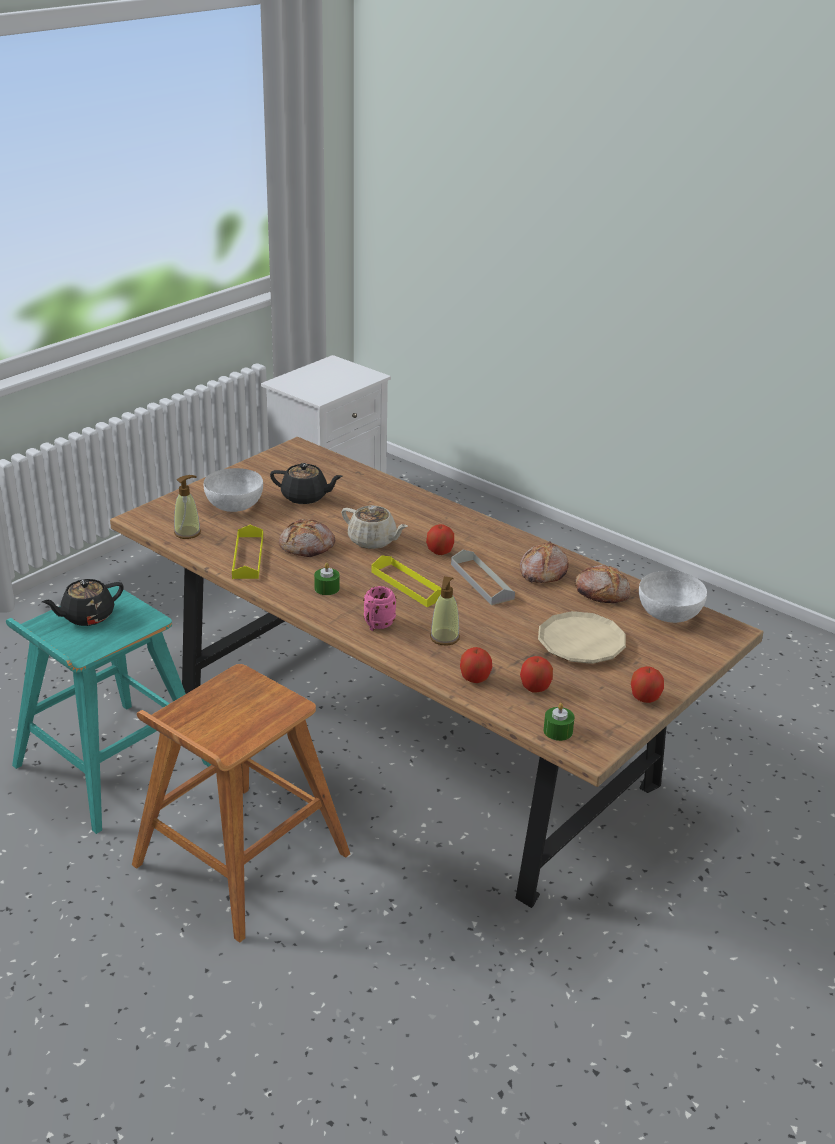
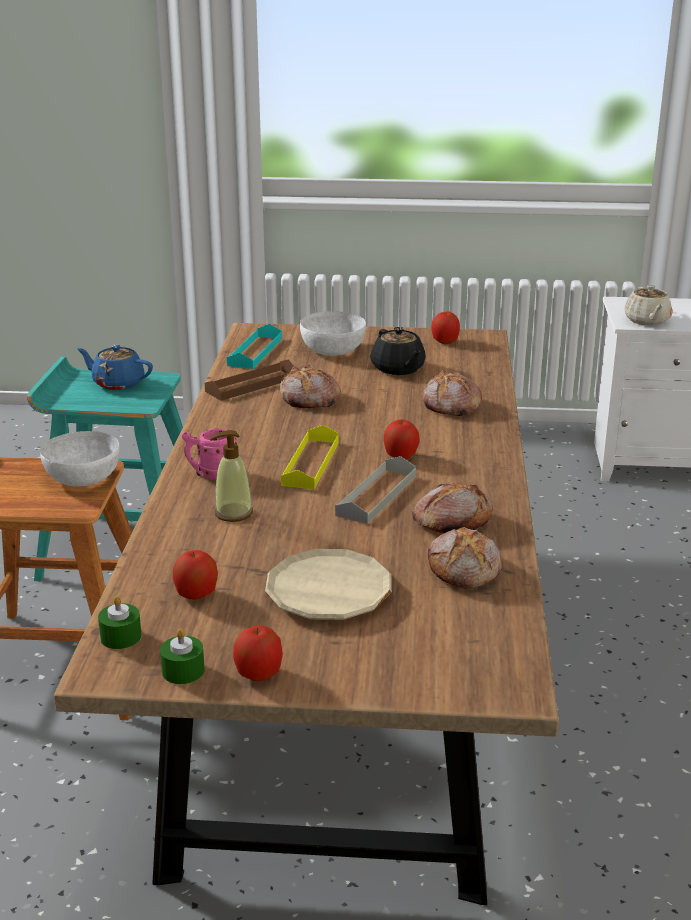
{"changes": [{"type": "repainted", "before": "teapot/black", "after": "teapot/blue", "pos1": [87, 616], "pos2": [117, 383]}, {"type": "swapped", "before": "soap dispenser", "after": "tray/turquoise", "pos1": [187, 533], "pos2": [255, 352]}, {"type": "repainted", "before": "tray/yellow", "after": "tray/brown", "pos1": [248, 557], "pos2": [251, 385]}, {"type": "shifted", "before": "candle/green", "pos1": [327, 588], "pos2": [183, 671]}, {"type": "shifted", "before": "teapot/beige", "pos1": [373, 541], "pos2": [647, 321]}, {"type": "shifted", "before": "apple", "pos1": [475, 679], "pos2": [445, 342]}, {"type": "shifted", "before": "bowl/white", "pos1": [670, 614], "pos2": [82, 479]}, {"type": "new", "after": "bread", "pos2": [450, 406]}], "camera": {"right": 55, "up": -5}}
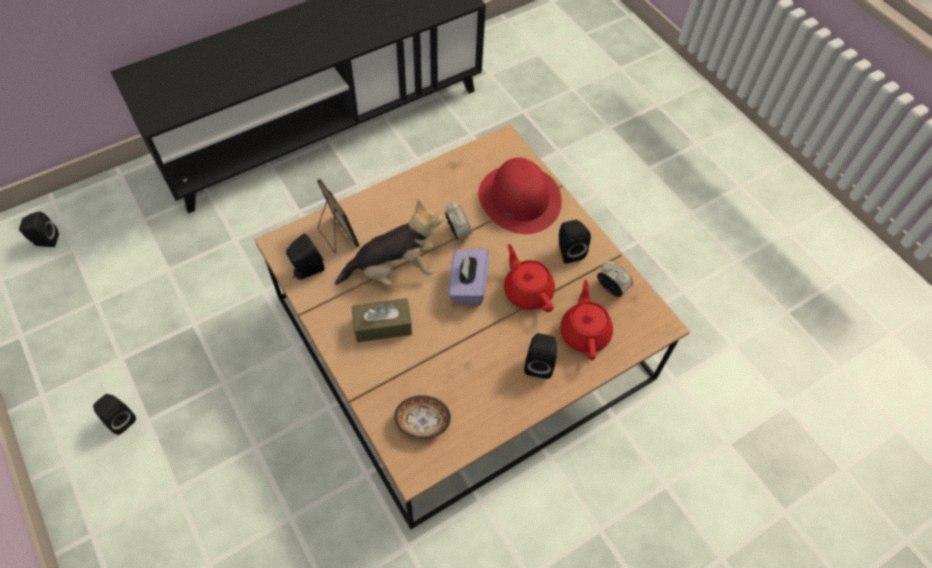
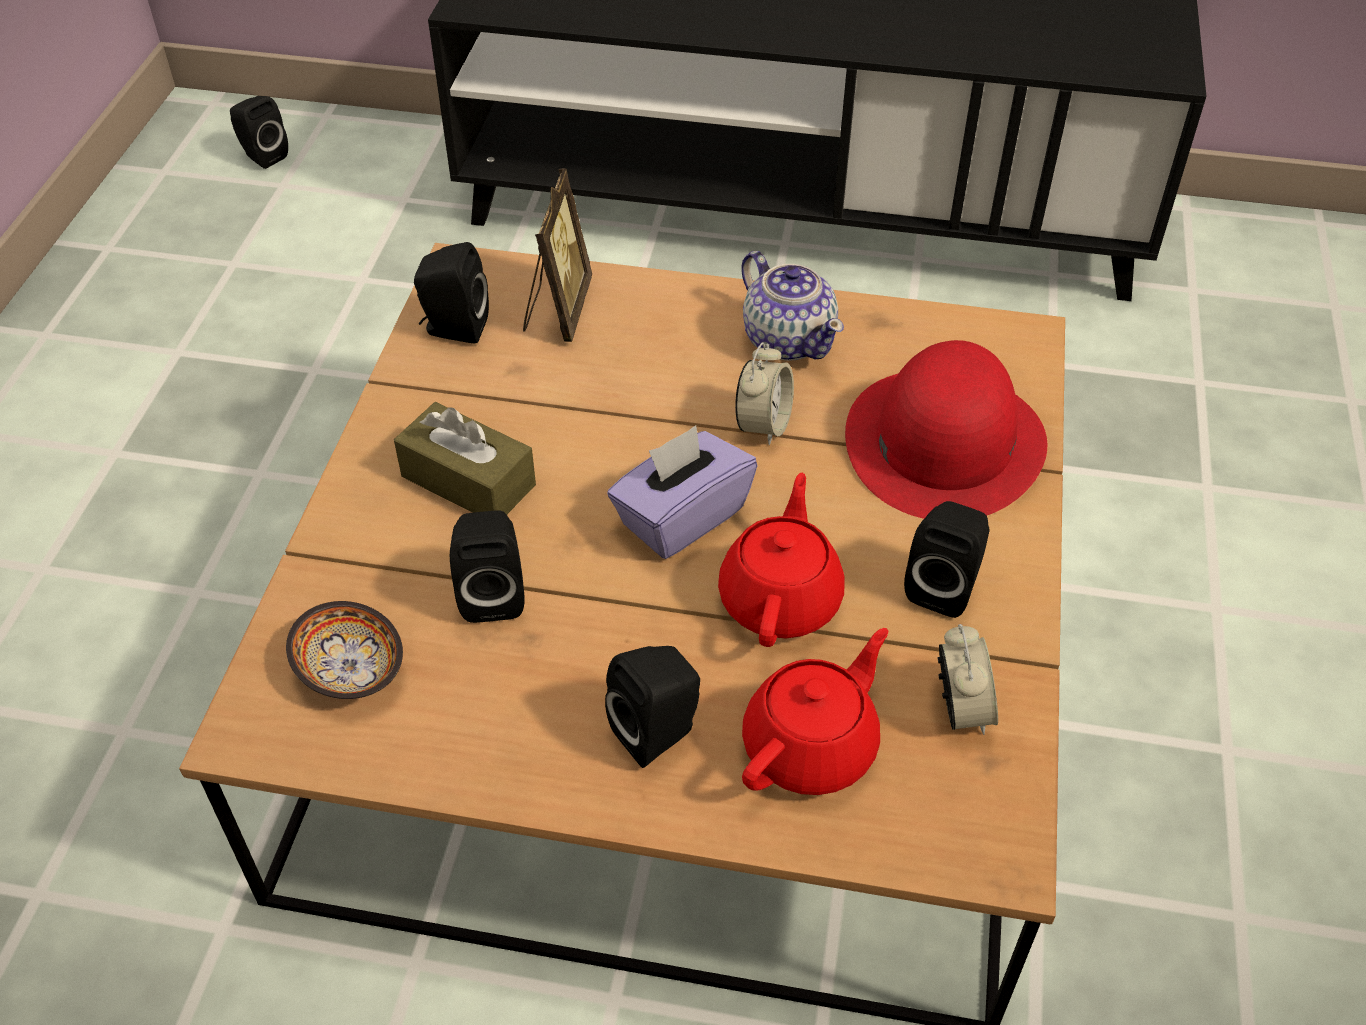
{"changes": [{"type": "shifted", "before": "speaker/black", "pos1": [119, 419], "pos2": [492, 594]}, {"type": "gone", "before": "plush toy", "pos1": [394, 270]}, {"type": "new", "after": "teapot", "pos2": [788, 339]}], "camera": {"right": 45, "up": -10}}
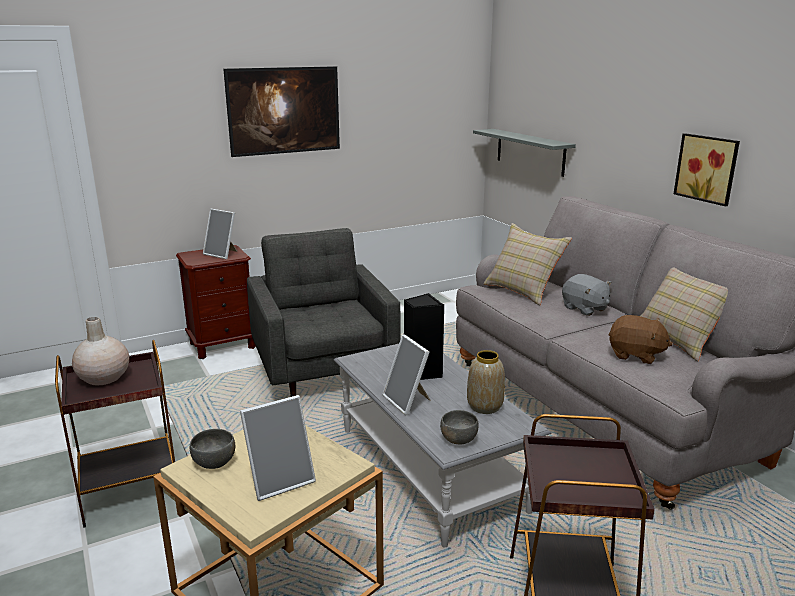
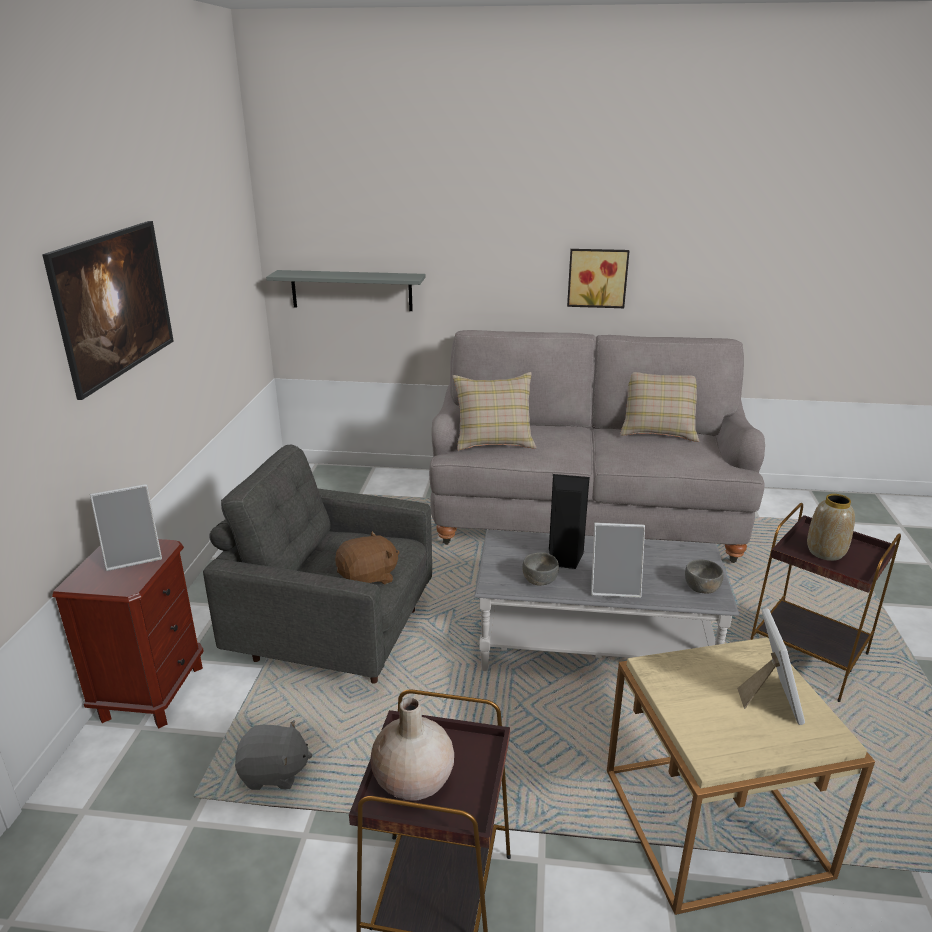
{"changes": [{"type": "shifted", "before": "bowl/grey", "pos1": [215, 462], "pos2": [540, 580]}, {"type": "shifted", "before": "vase", "pos1": [485, 406], "pos2": [825, 552]}, {"type": "shifted", "before": "plush toy/grey", "pos1": [584, 309], "pos2": [274, 773]}, {"type": "shifted", "before": "plush toy/brown", "pos1": [635, 355], "pos2": [368, 578]}], "camera": {"right": -55, "up": 5}}
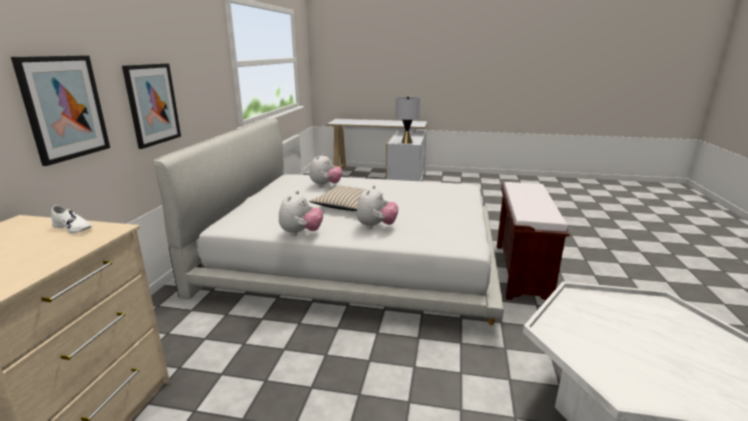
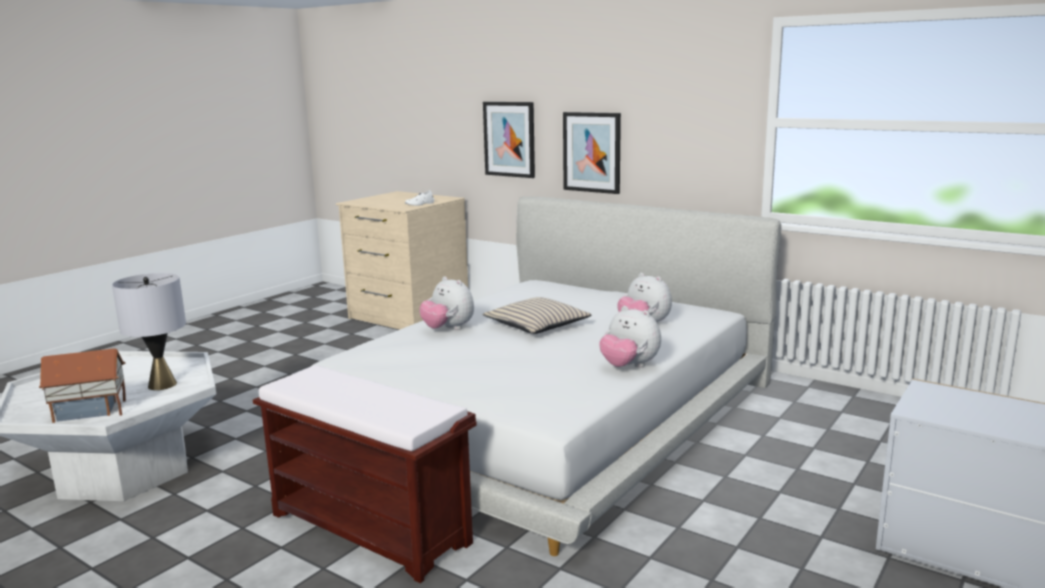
{"changes": [{"type": "shifted", "before": "plush toy", "pos1": [301, 233], "pos2": [629, 366]}, {"type": "shifted", "before": "table lamp/grey", "pos1": [406, 142], "pos2": [162, 384]}, {"type": "new", "after": "toy house", "pos2": [90, 412]}], "camera": {"right": 115, "up": -5}}
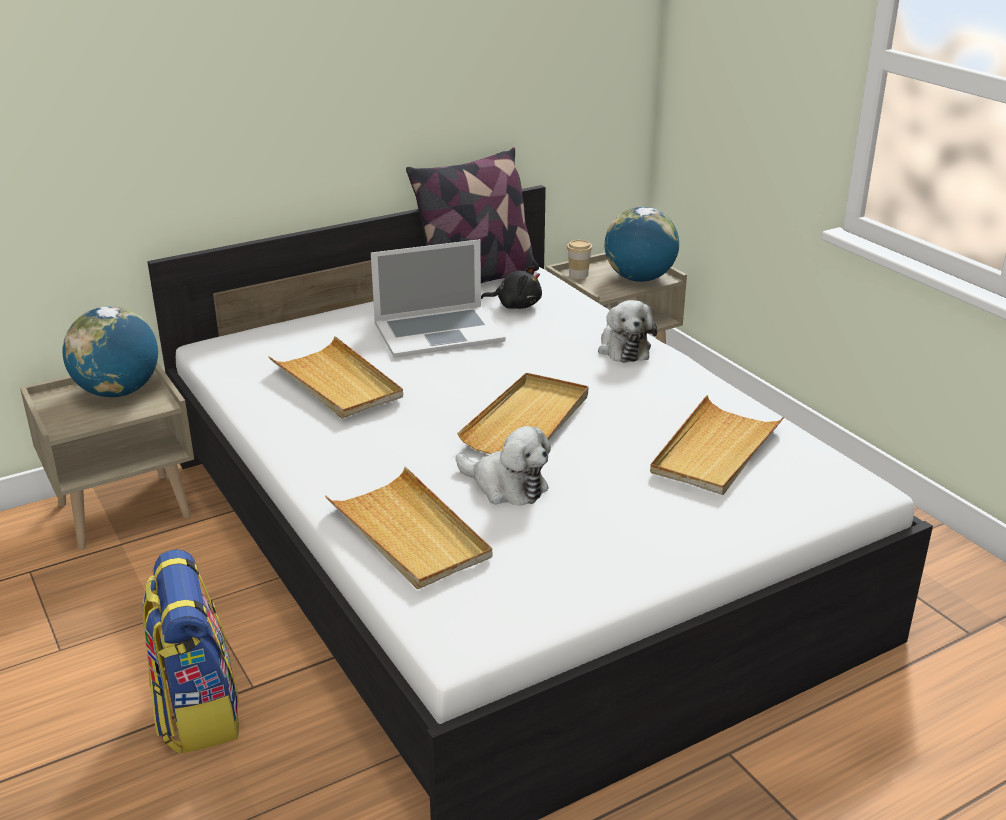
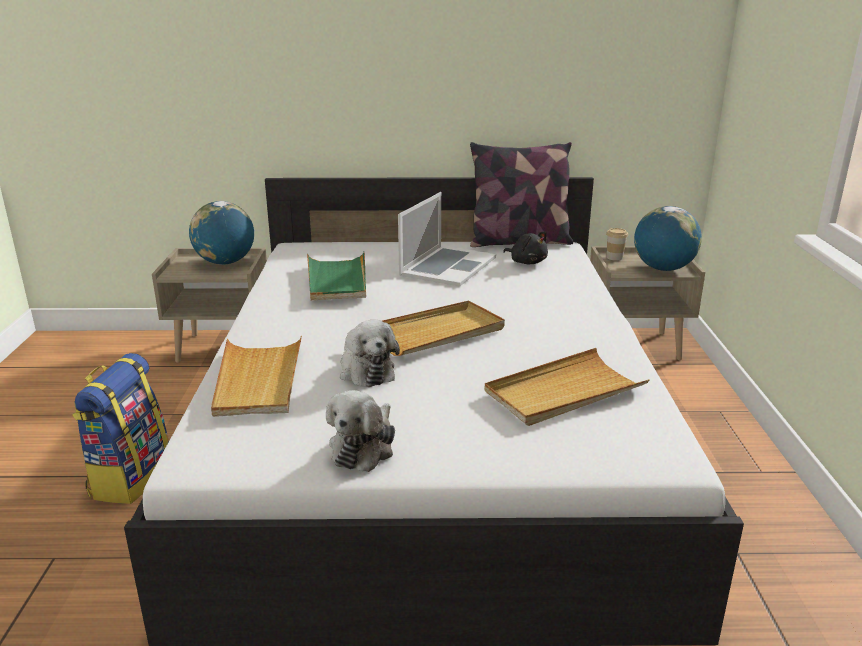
{"changes": [{"type": "repainted", "before": "tray/beige", "after": "tray/green", "pos1": [337, 383], "pos2": [337, 280]}, {"type": "rotated", "before": "laptop", "pos1": [438, 331], "pos2": [447, 266], "turn": -75}, {"type": "shifted", "before": "plush toy", "pos1": [623, 348], "pos2": [364, 447]}], "camera": {"right": 30, "up": -5}}
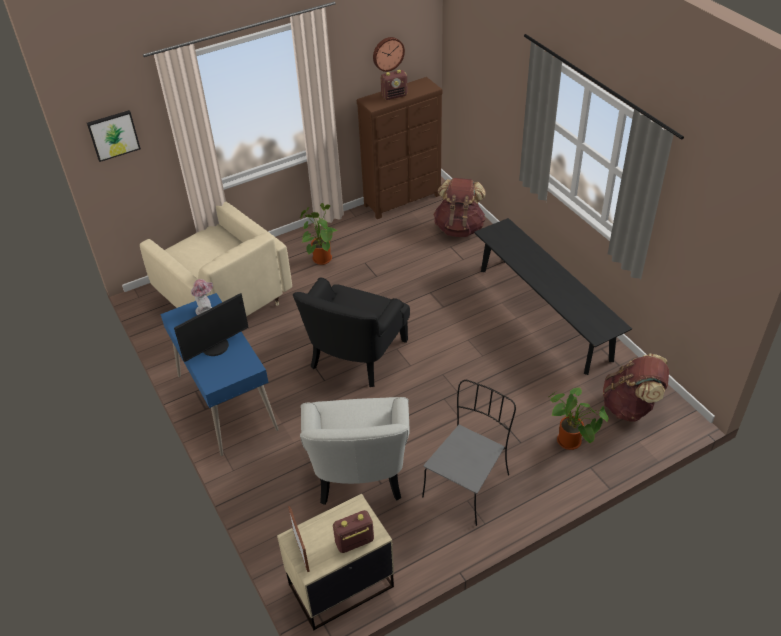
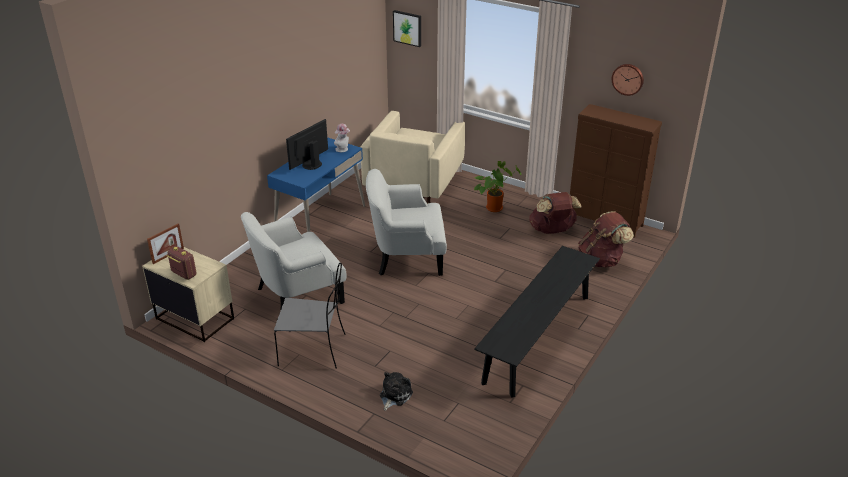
{"changes": [{"type": "rotated", "before": "monitor", "pos1": [216, 347], "pos2": [311, 164], "turn": 105}, {"type": "repainted", "before": "armchair/black", "after": "armchair/white", "pos1": [356, 354], "pos2": [406, 256]}, {"type": "gone", "before": "radio", "pos1": [394, 96]}, {"type": "swapped", "before": "potted plant", "after": "plush toy", "pos1": [572, 442], "pos2": [394, 395]}, {"type": "shifted", "before": "backpack/brown", "pos1": [630, 406], "pos2": [552, 231]}], "camera": {"right": 60, "up": -10}}
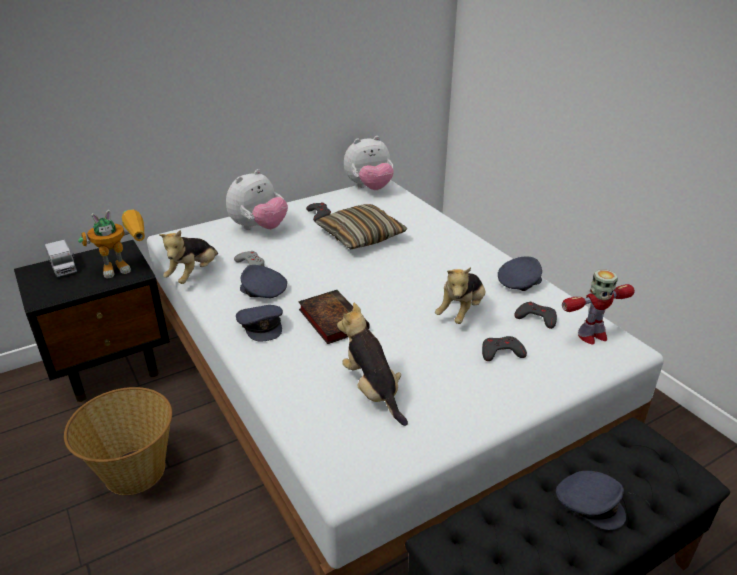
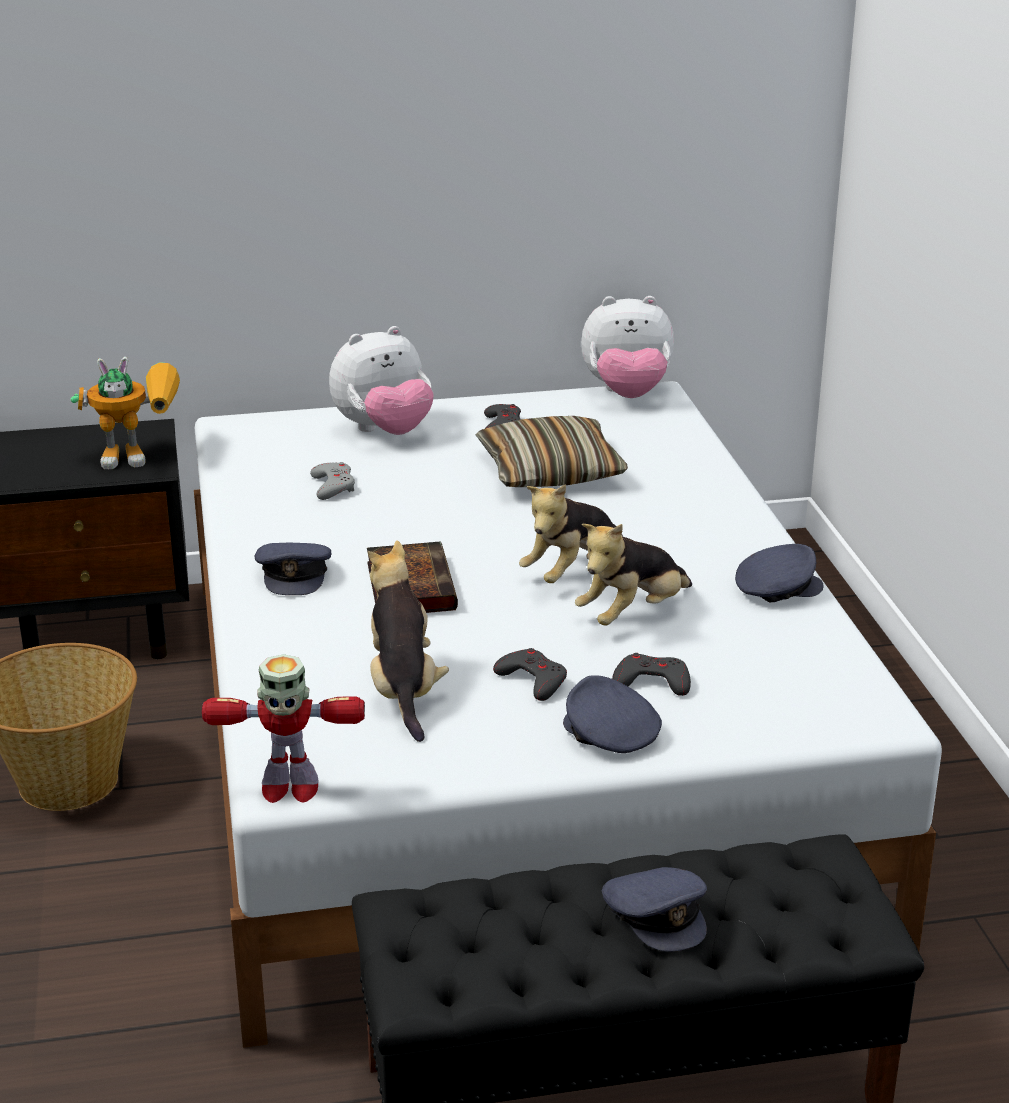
{"changes": [{"type": "gone", "before": "toy truck", "pos1": [63, 267]}, {"type": "shifted", "before": "plush toy", "pos1": [194, 274], "pos2": [573, 572]}, {"type": "shifted", "before": "cap/grey", "pos1": [262, 291], "pos2": [608, 734]}, {"type": "shifted", "before": "game controller/grey", "pos1": [536, 318], "pos2": [533, 680]}, {"type": "shifted", "before": "toy robot", "pos1": [591, 336], "pos2": [288, 788]}], "camera": {"right": 20, "up": -5}}
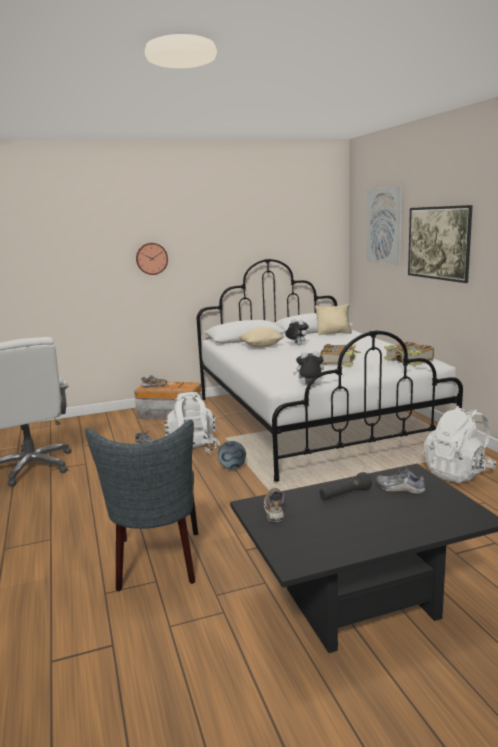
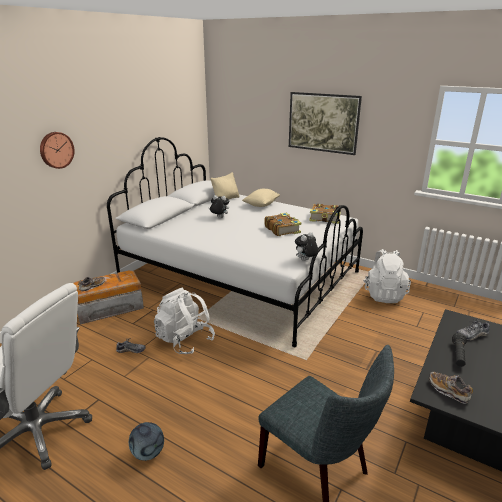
{"changes": [{"type": "shifted", "before": "football", "pos1": [232, 468], "pos2": [148, 453]}, {"type": "shifted", "before": "pillow/beige", "pos1": [261, 346], "pos2": [261, 205]}, {"type": "gone", "before": "picture", "pos1": [384, 226]}], "camera": {"right": -40, "up": 10}}
